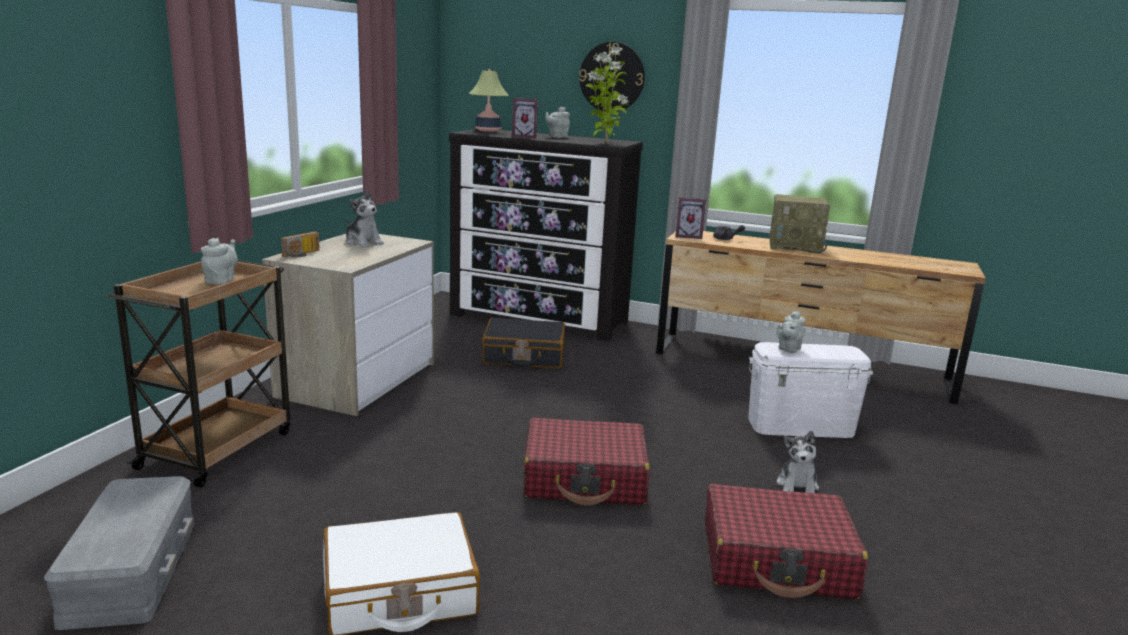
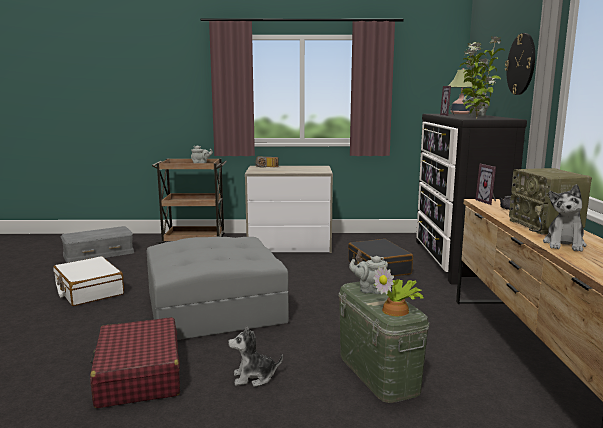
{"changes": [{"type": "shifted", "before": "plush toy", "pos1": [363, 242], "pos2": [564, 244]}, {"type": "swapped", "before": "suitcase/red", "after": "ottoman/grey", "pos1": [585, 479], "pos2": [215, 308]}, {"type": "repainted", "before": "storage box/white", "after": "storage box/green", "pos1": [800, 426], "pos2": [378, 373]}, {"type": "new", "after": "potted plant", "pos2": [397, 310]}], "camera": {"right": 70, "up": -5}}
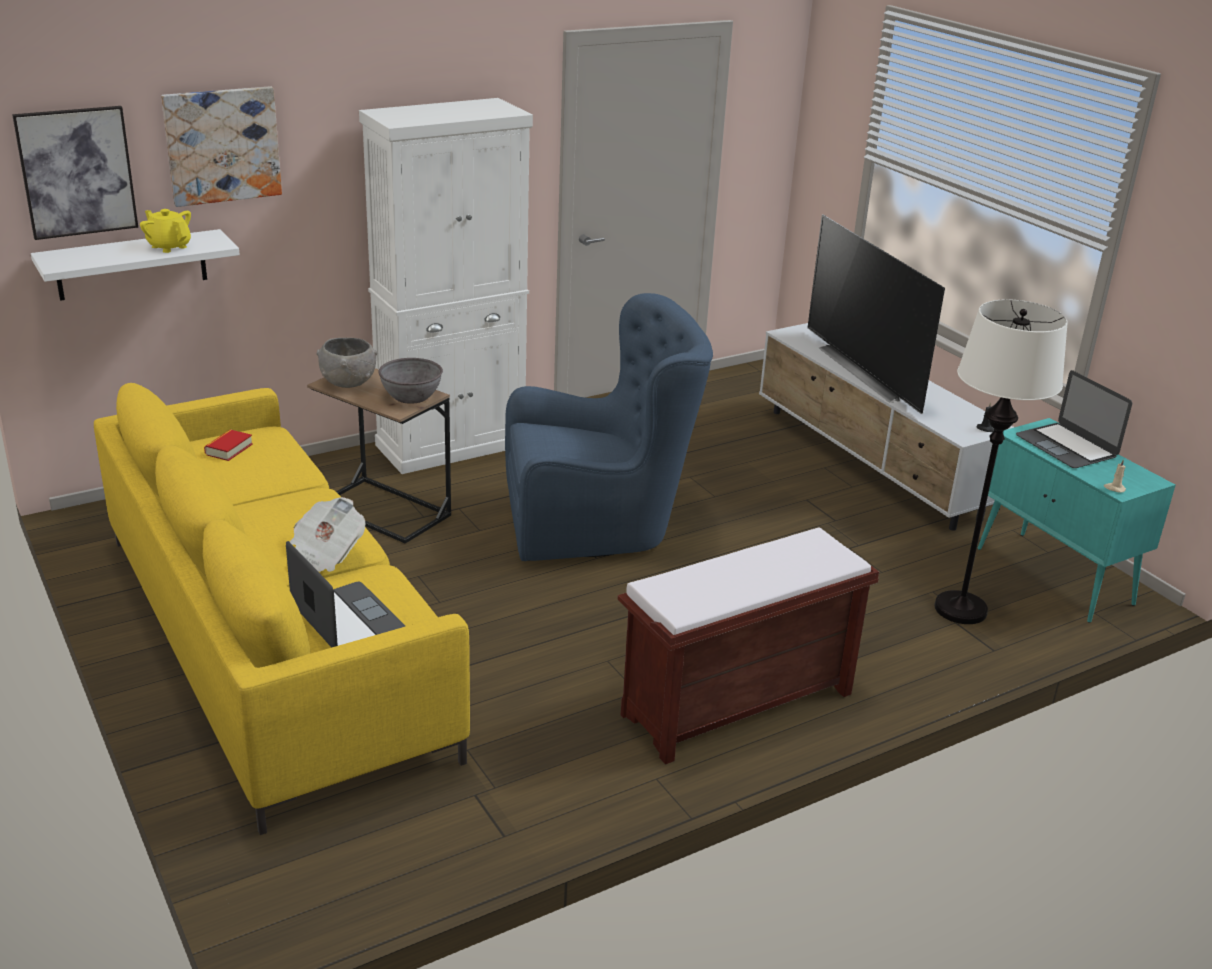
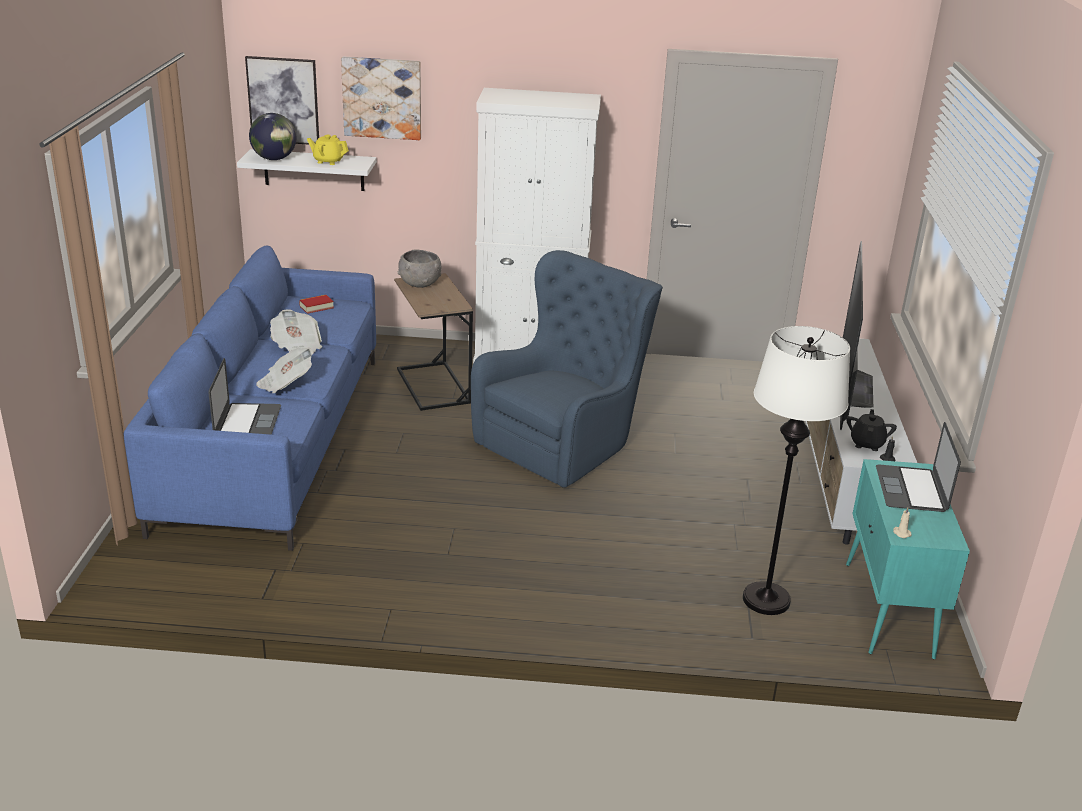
{"changes": [{"type": "repainted", "before": "sofa/yellow", "after": "sofa/blue", "pos1": [273, 641], "pos2": [275, 440]}, {"type": "rotated", "before": "teapot/yellow", "pos1": [169, 246], "pos2": [328, 161], "turn": -60}, {"type": "gone", "before": "bowl/grey", "pos1": [411, 396]}, {"type": "rotated", "before": "armchair/blue", "pos1": [600, 523], "pos2": [564, 442], "turn": -75}, {"type": "gone", "before": "bench/brown", "pos1": [736, 706]}, {"type": "new", "after": "globe", "pos2": [274, 159]}, {"type": "new", "after": "newspaper", "pos2": [297, 347]}, {"type": "new", "after": "teapot/black", "pos2": [867, 444]}], "camera": {"right": 35, "up": 0}}
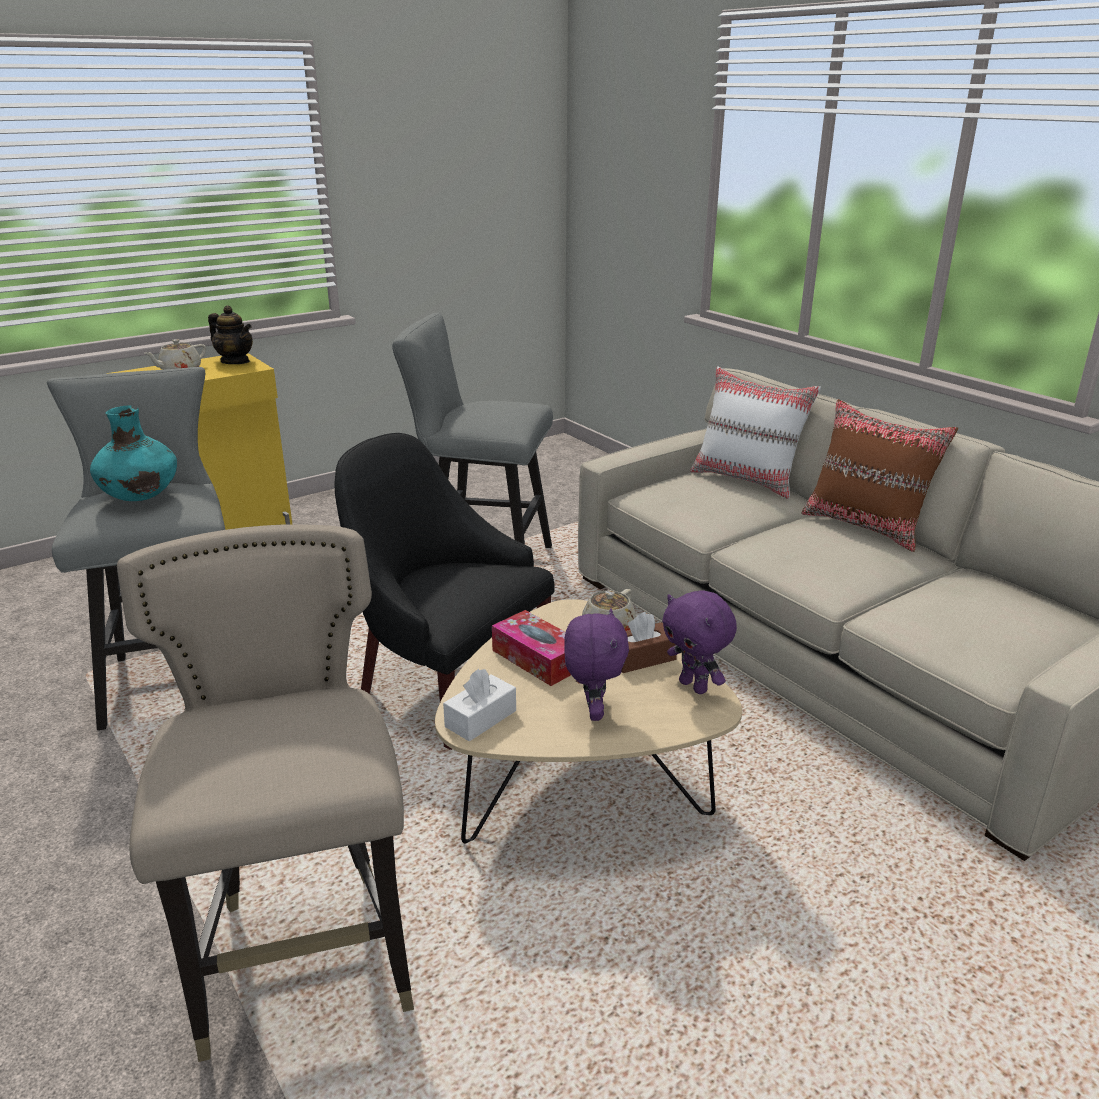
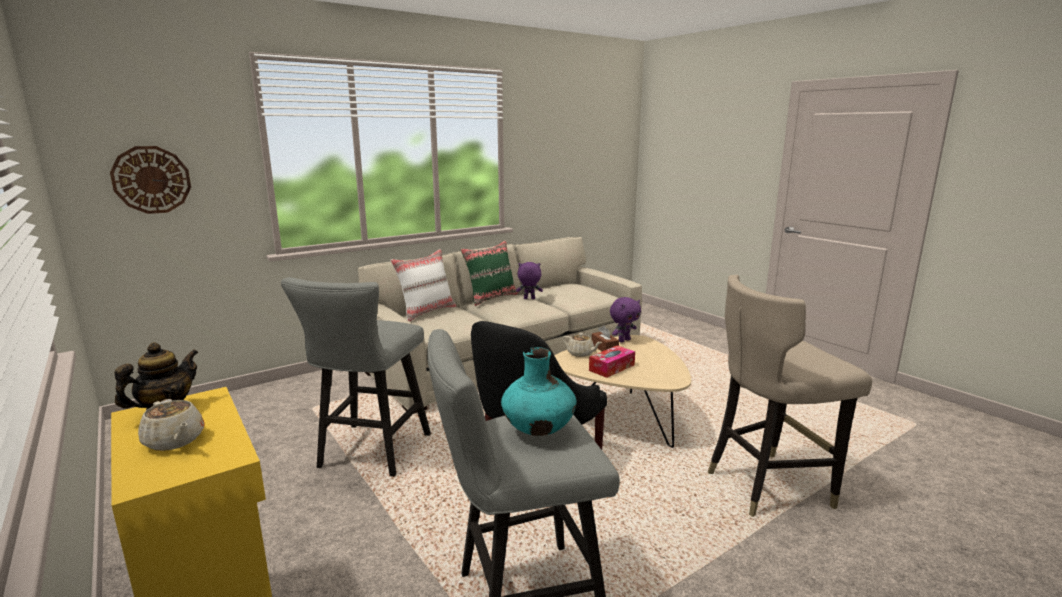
{"changes": [{"type": "gone", "before": "tissue box/white", "pos1": [480, 719]}, {"type": "shifted", "before": "plush toy/purple", "pos1": [593, 711], "pos2": [529, 299]}, {"type": "repainted", "before": "pillow/brown", "after": "pillow/green", "pos1": [866, 526], "pos2": [491, 298]}, {"type": "new", "after": "wall clock", "pos2": [151, 180]}], "camera": {"right": -90, "up": -10}}
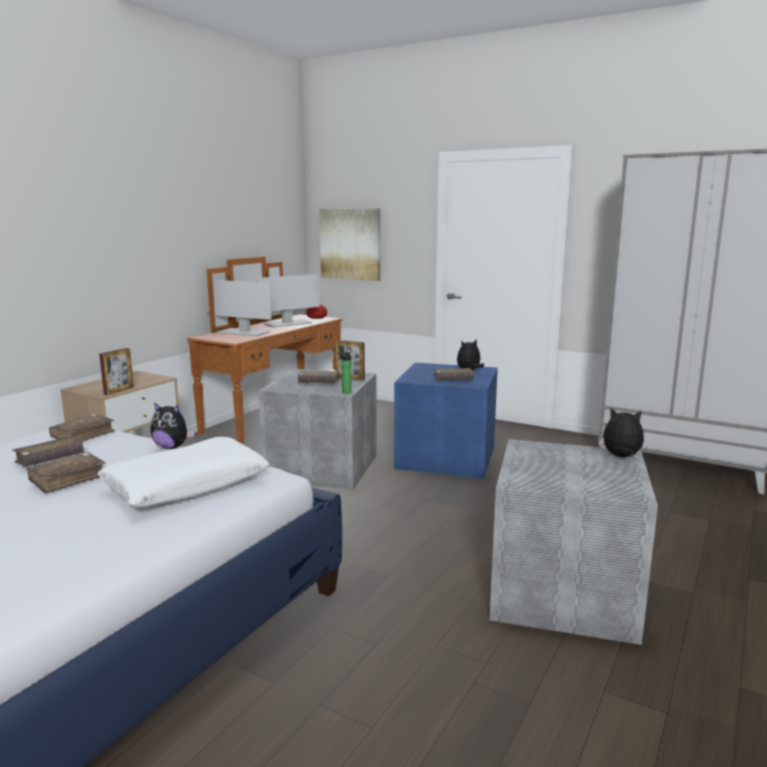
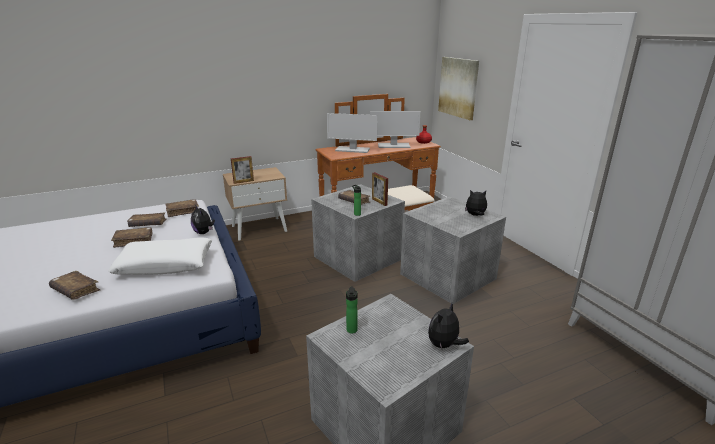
{"changes": [{"type": "rotated", "before": "monitor", "pos1": [243, 333], "pos2": [352, 150], "turn": -45}, {"type": "repainted", "before": "storage box/blue", "after": "storage box/grey", "pos1": [447, 457], "pos2": [449, 276]}, {"type": "shifted", "before": "book/brown", "pos1": [453, 380], "pos2": [76, 290]}, {"type": "rotated", "before": "plush toy", "pos1": [621, 457], "pos2": [444, 345], "turn": -105}, {"type": "new", "after": "bottle", "pos2": [352, 331]}], "camera": {"right": 35, "up": 10}}
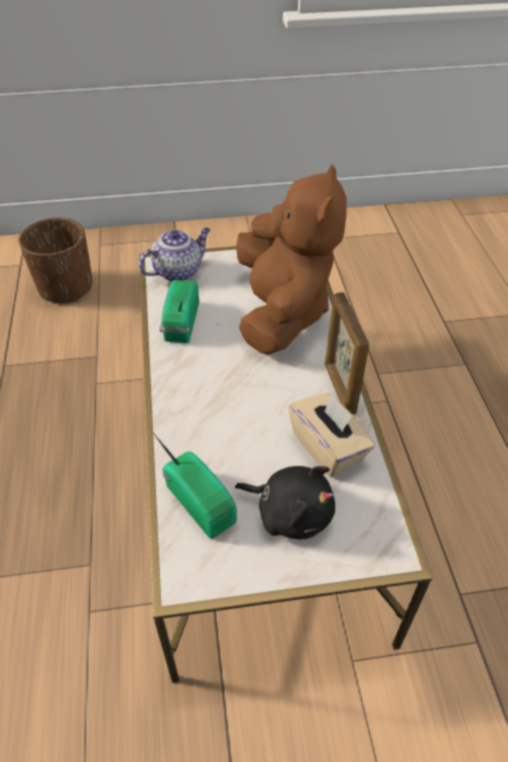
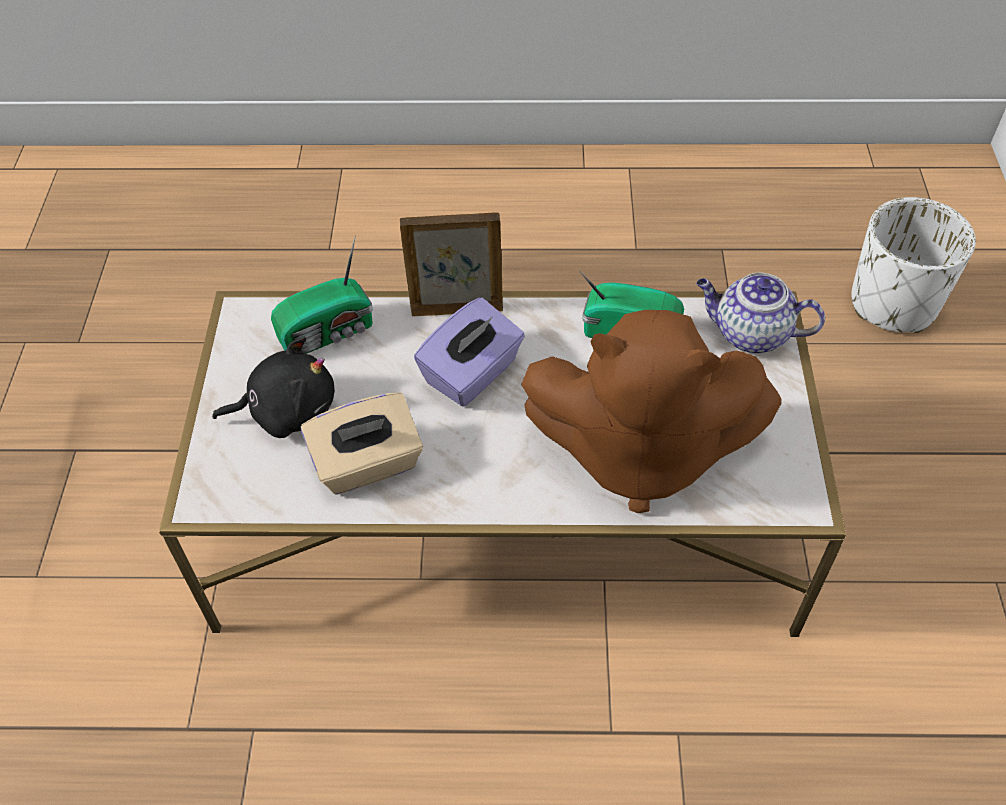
{"changes": [{"type": "repainted", "before": "planter/brown", "after": "planter/white", "pos1": [65, 287], "pos2": [894, 303]}, {"type": "rotated", "before": "teapot", "pos1": [178, 271], "pos2": [749, 334], "turn": 135}, {"type": "rotated", "before": "plush toy/black", "pos1": [290, 512], "pos2": [287, 410], "turn": -135}, {"type": "shifted", "before": "picture frame", "pos1": [339, 388], "pos2": [456, 308]}, {"type": "new", "after": "tissue box/purple", "pos2": [472, 373]}], "camera": {"right": 100, "up": 5}}
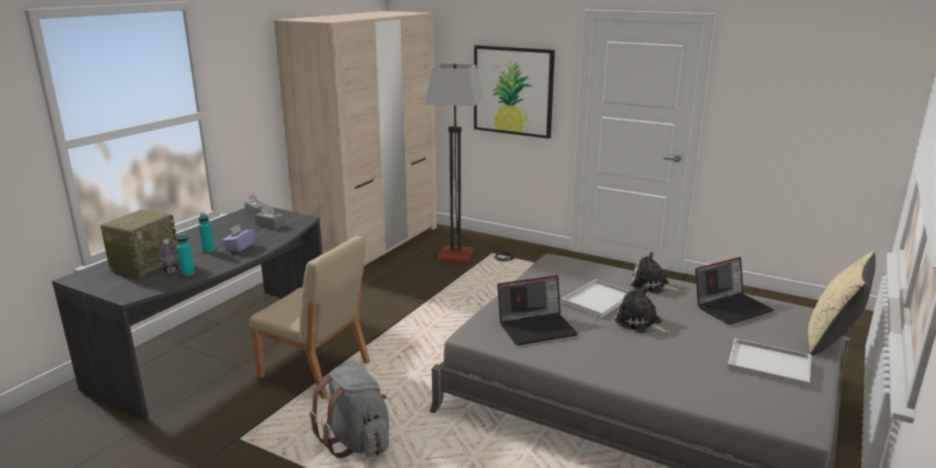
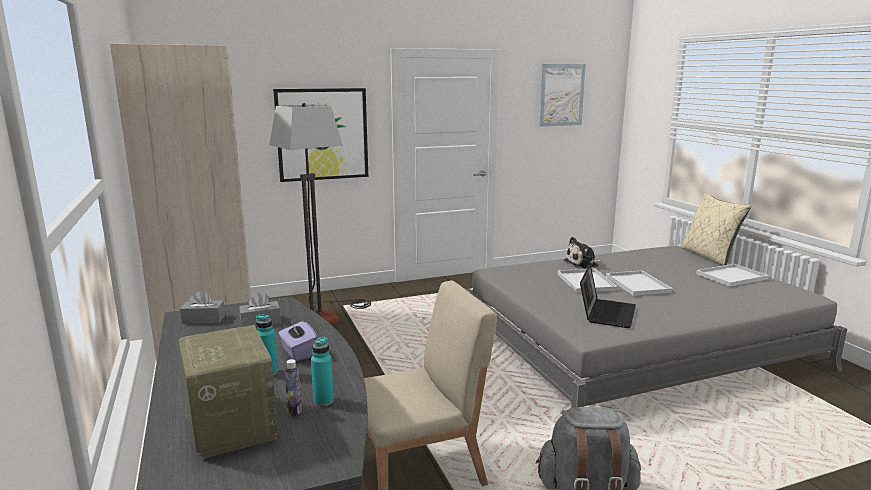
{"changes": [{"type": "swapped", "before": "plush toy", "after": "tray/white", "pos1": [640, 323], "pos2": [639, 284]}, {"type": "gone", "before": "laptop", "pos1": [731, 307]}, {"type": "new", "after": "picture", "pos2": [561, 95]}], "camera": {"right": -50, "up": -5}}
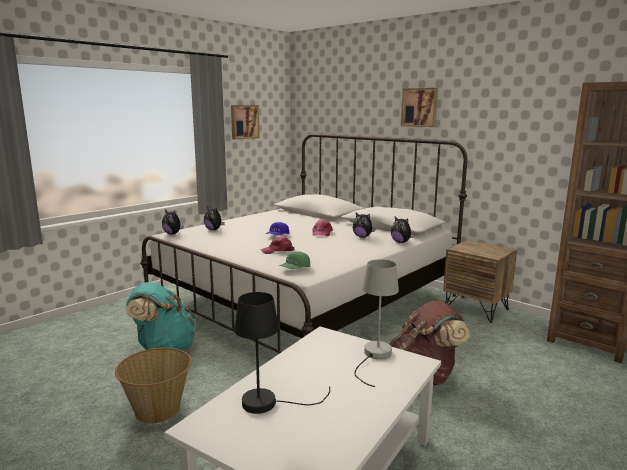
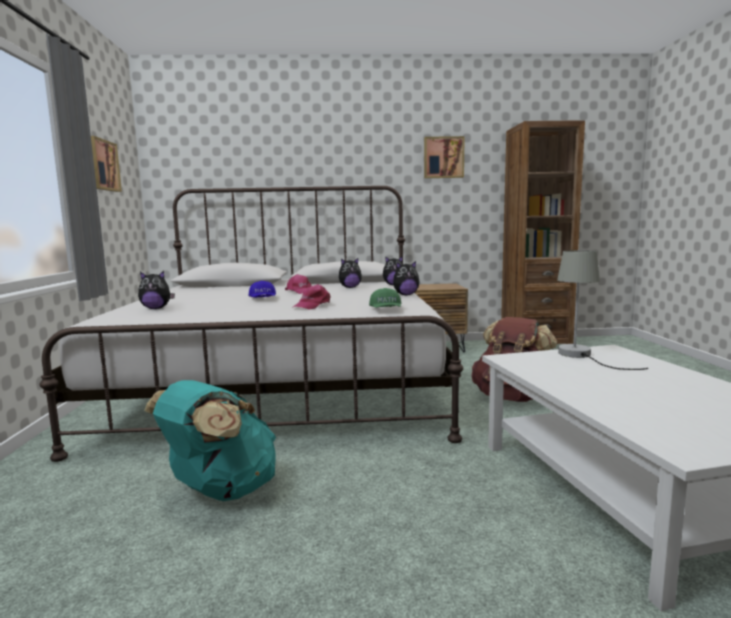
{"changes": [{"type": "gone", "before": "basket", "pos1": [158, 410]}, {"type": "shifted", "before": "plush toy", "pos1": [173, 234], "pos2": [405, 295]}, {"type": "gone", "before": "table lamp/black", "pos1": [269, 403]}, {"type": "shifted", "before": "picture", "pos1": [420, 107], "pos2": [443, 157]}], "camera": {"right": -45, "up": -5}}
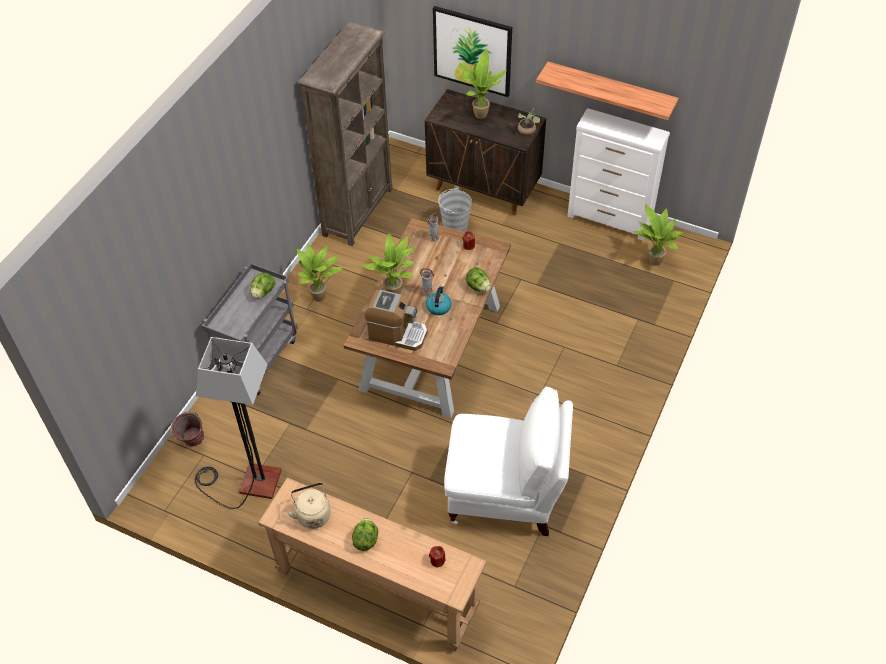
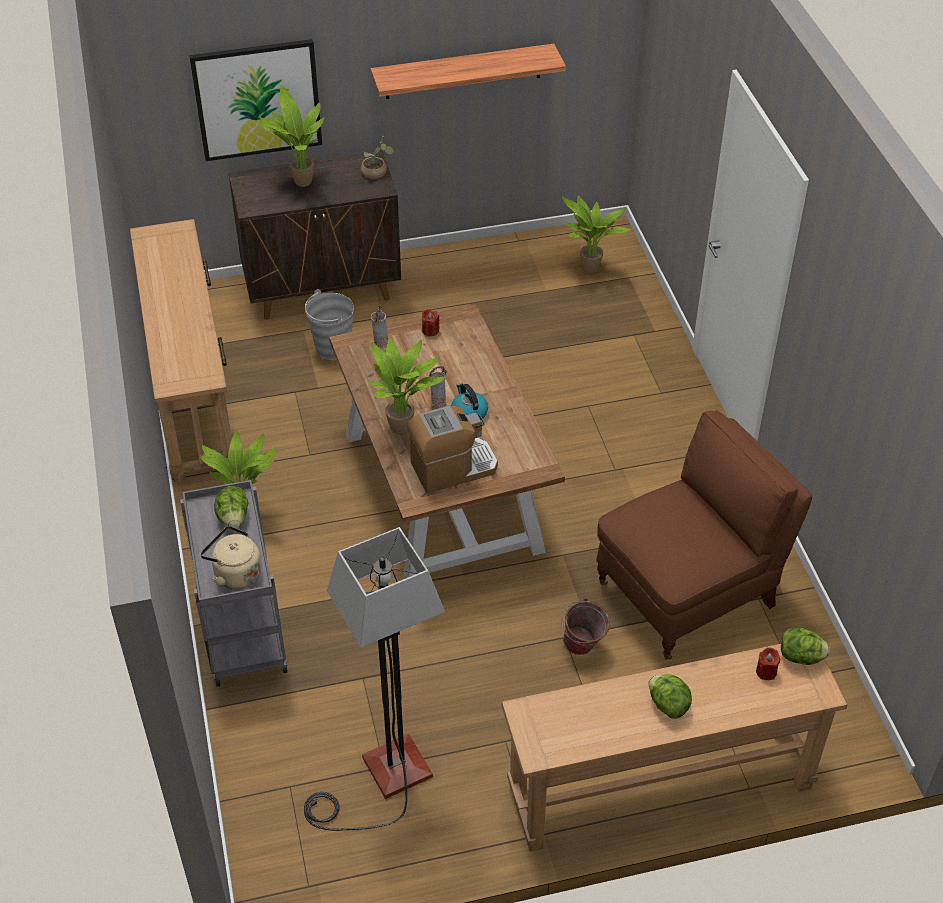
{"changes": [{"type": "shifted", "before": "bucket", "pos1": [192, 442], "pos2": [582, 649]}, {"type": "shifted", "before": "kettle/beige", "pos1": [312, 514], "pos2": [235, 573]}, {"type": "swapped", "before": "bookcase/brown", "after": "console table/brown", "pos1": [358, 211], "pos2": [191, 392]}, {"type": "repainted", "before": "chair/white", "after": "chair/brown", "pos1": [505, 494], "pos2": [688, 593]}, {"type": "shifted", "before": "lettuce", "pos1": [478, 287], "pos2": [801, 657]}, {"type": "gone", "before": "dresser/white", "pos1": [610, 220]}], "camera": {"right": -40, "up": -5}}
